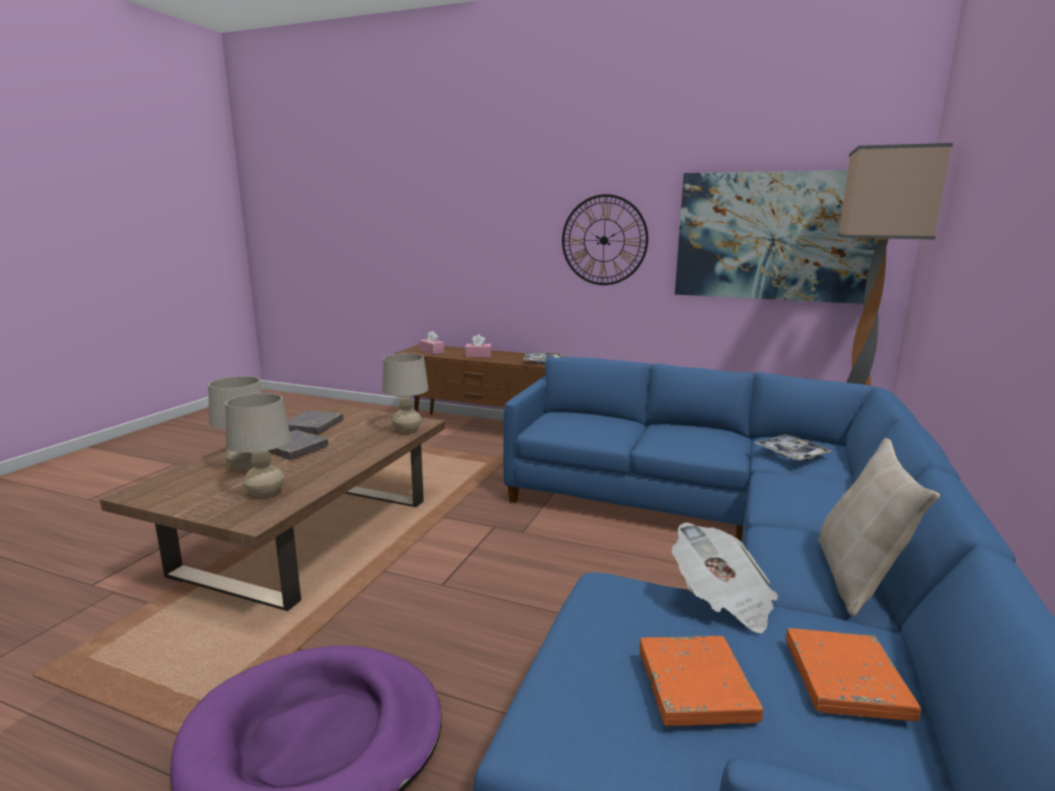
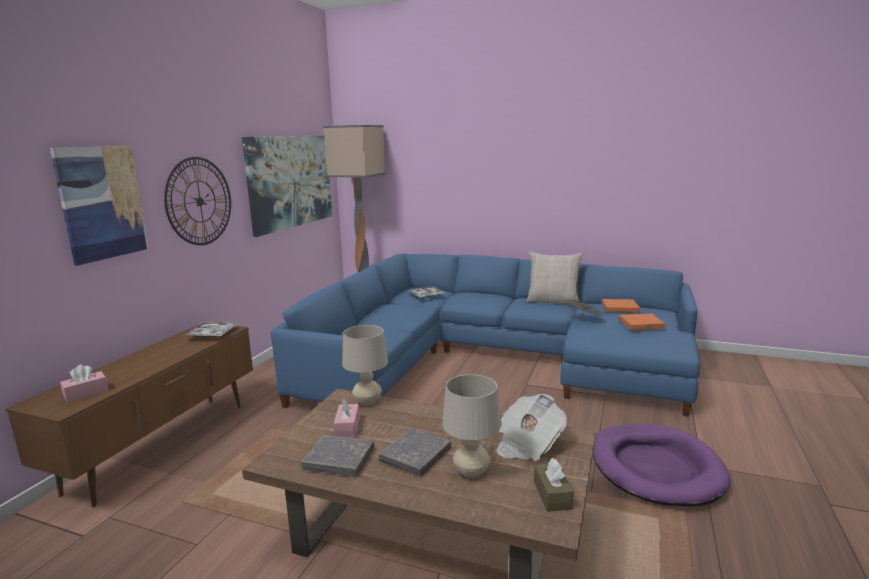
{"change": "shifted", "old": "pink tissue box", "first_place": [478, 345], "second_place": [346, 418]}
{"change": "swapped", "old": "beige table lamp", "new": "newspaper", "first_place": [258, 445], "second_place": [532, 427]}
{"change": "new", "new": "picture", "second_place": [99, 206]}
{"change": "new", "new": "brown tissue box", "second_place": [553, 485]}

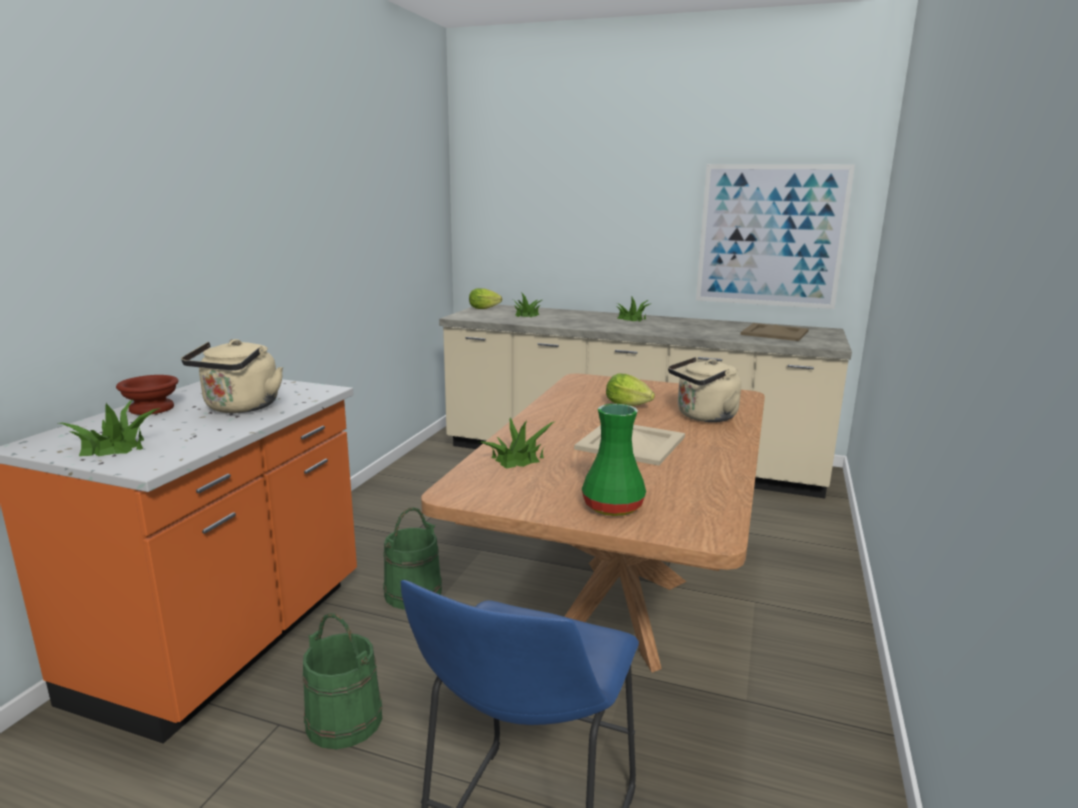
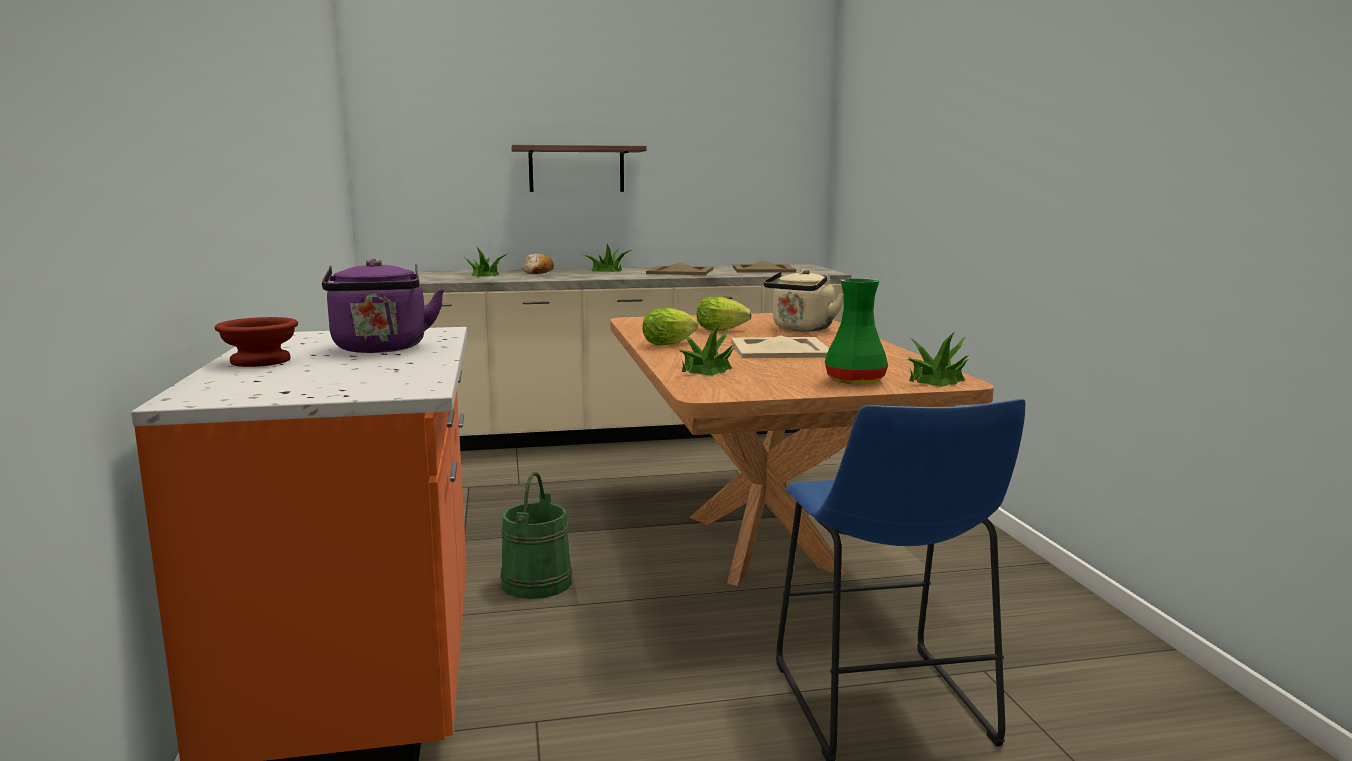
{"change": "gone", "old": "picture", "first_place": [775, 236]}
{"change": "shifted", "old": "lettuce", "first_place": [485, 298], "second_place": [670, 327]}
{"change": "repainted", "old": "beige kettle", "new": "purple kettle", "first_place": [232, 376], "second_place": [383, 306]}
{"change": "shifted", "old": "potted plant", "first_place": [109, 428], "second_place": [938, 360]}
{"change": "gone", "old": "green bucket", "first_place": [342, 681]}
{"change": "new", "new": "shelf", "second_place": [578, 168]}
{"change": "new", "new": "bread", "second_place": [537, 263]}
{"change": "new", "new": "beige tray", "second_place": [679, 268]}

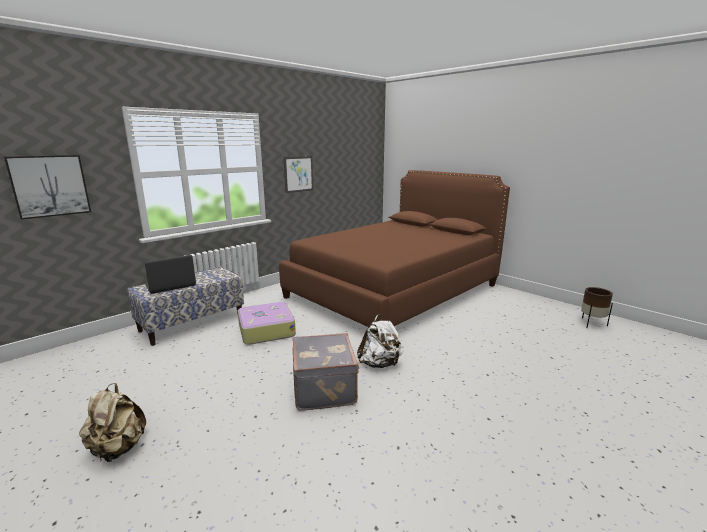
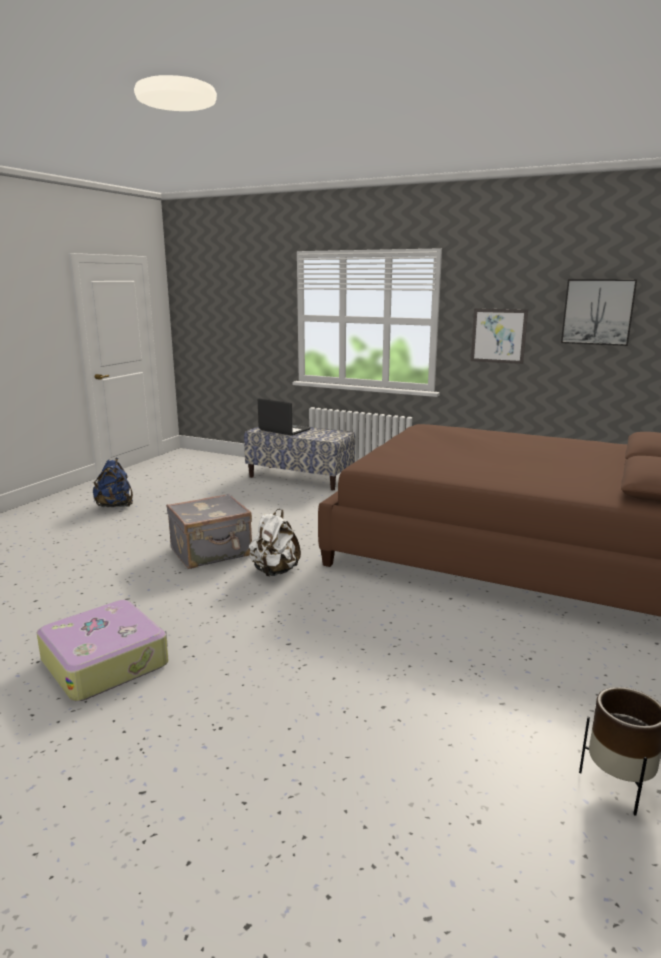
{"change": "shifted", "old": "picture", "first_place": [47, 187], "second_place": [599, 312]}
{"change": "shifted", "old": "suitcase", "first_place": [267, 323], "second_place": [102, 650]}
{"change": "repainted", "old": "beige backpack", "new": "blue backpack", "first_place": [112, 422], "second_place": [113, 482]}

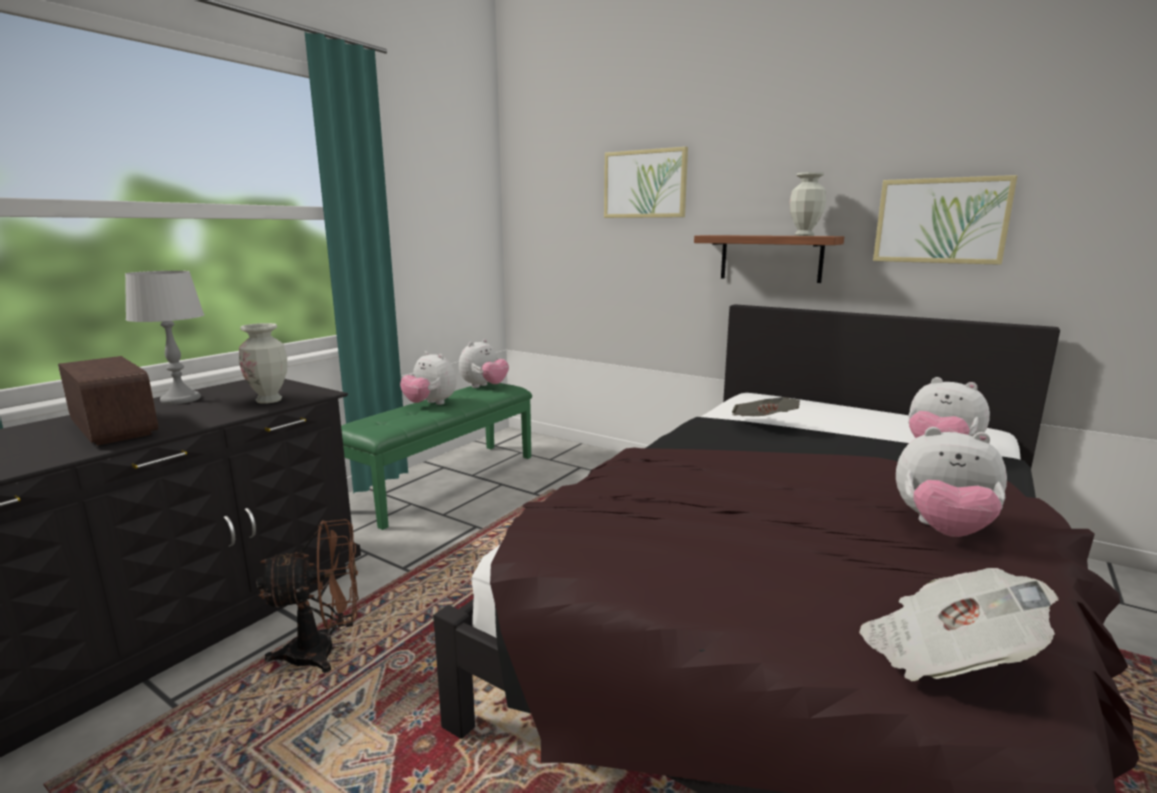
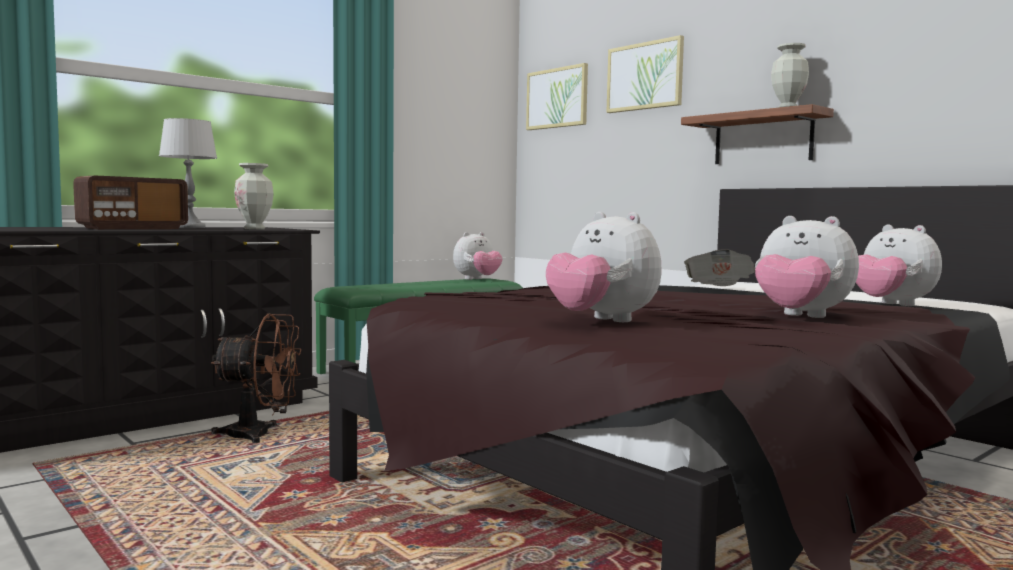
{"change": "shifted", "old": "picture", "first_place": [945, 220], "second_place": [557, 96]}
{"change": "shifted", "old": "plush toy", "first_place": [428, 378], "second_place": [603, 267]}
{"change": "rotated", "old": "radio", "first_place": [108, 401], "second_place": [130, 202], "degrees": 75}
{"change": "gone", "old": "newspaper", "first_place": [959, 624]}

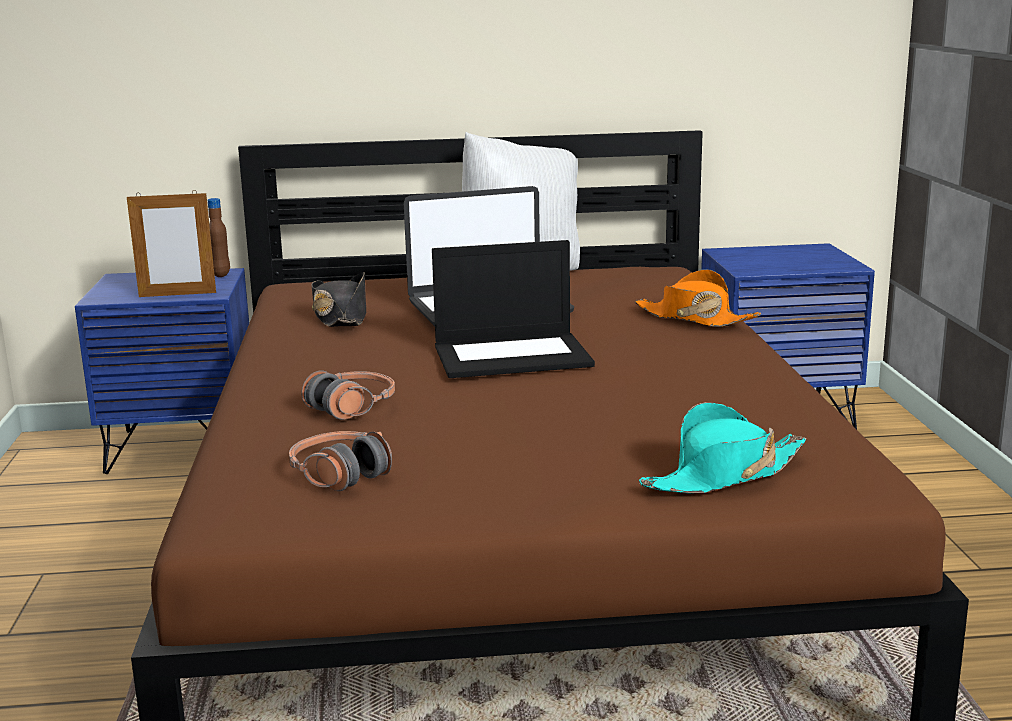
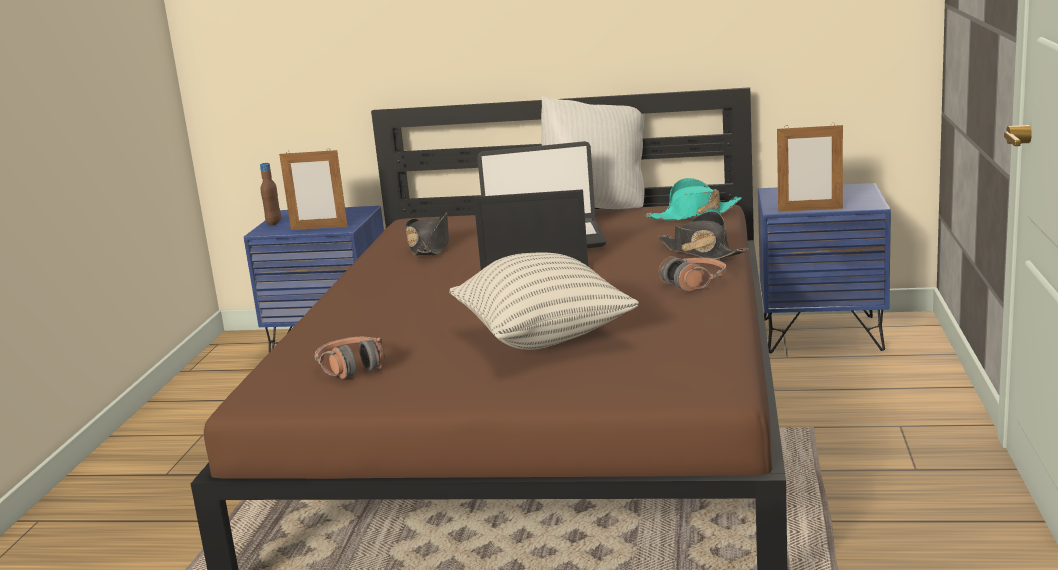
{"change": "shifted", "old": "brown bottle", "first_place": [218, 237], "second_place": [270, 194]}
{"change": "repainted", "old": "orange hat", "new": "black hat", "first_place": [698, 298], "second_place": [703, 235]}
{"change": "shifted", "old": "headphones", "first_place": [348, 395], "second_place": [692, 273]}
{"change": "shifted", "old": "turquoise hat", "first_place": [722, 448], "second_place": [694, 199]}
{"change": "new", "new": "picture frame", "second_place": [810, 167]}
{"change": "new", "new": "pillow", "second_place": [544, 301]}

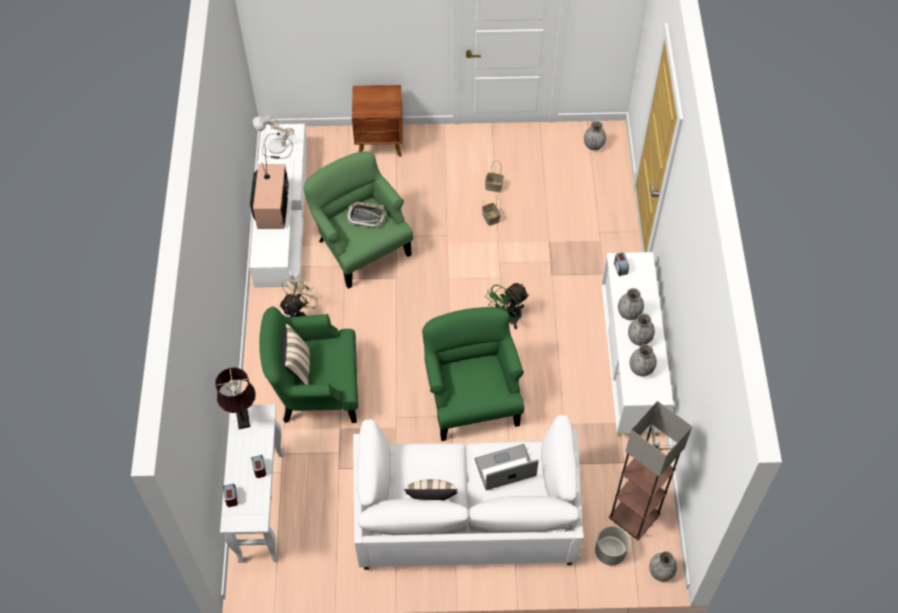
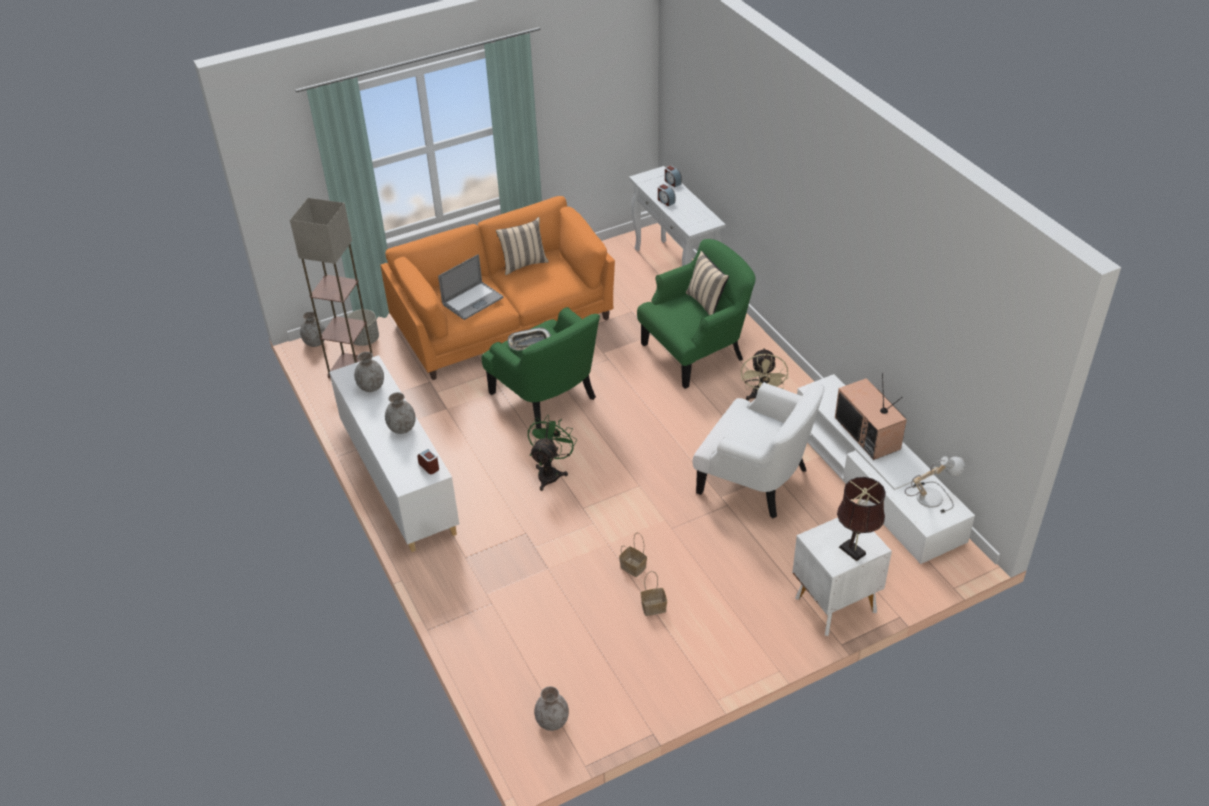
{"change": "repainted", "old": "brown nightstand", "new": "white nightstand", "first_place": [377, 121], "second_place": [842, 577]}
{"change": "repainted", "old": "green armchair", "new": "white armchair", "first_place": [358, 220], "second_place": [759, 450]}
{"change": "shifted", "old": "tray", "first_place": [366, 215], "second_place": [529, 339]}
{"change": "gone", "old": "grey vase", "first_place": [641, 330]}
{"change": "shifted", "old": "brown table lamp", "first_place": [235, 398], "second_place": [861, 519]}
{"change": "repainted", "old": "white sofa", "new": "orange sofa", "first_place": [468, 492], "second_place": [497, 288]}

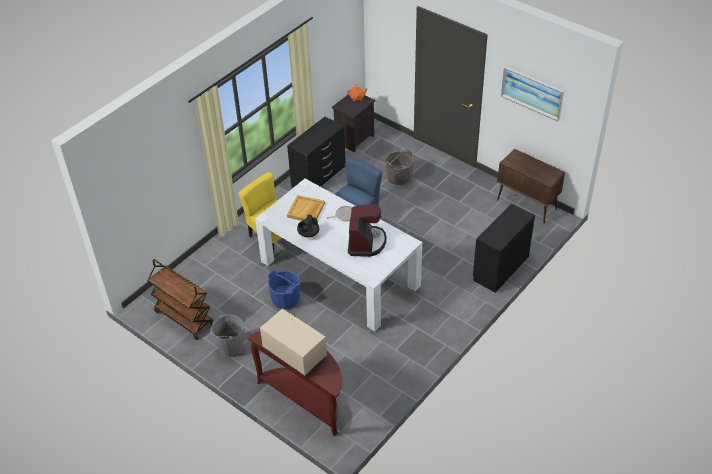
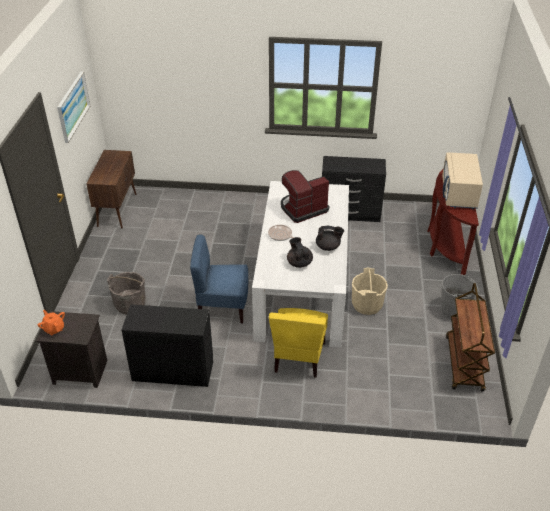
{"change": "swapped", "old": "beige tray", "new": "black teapot", "first_place": [306, 208], "second_place": [300, 252]}
{"change": "shifted", "old": "black dresser", "first_place": [504, 248], "second_place": [354, 189]}
{"change": "repainted", "old": "blue bucket", "new": "beige bucket", "first_place": [284, 289], "second_place": [370, 291]}

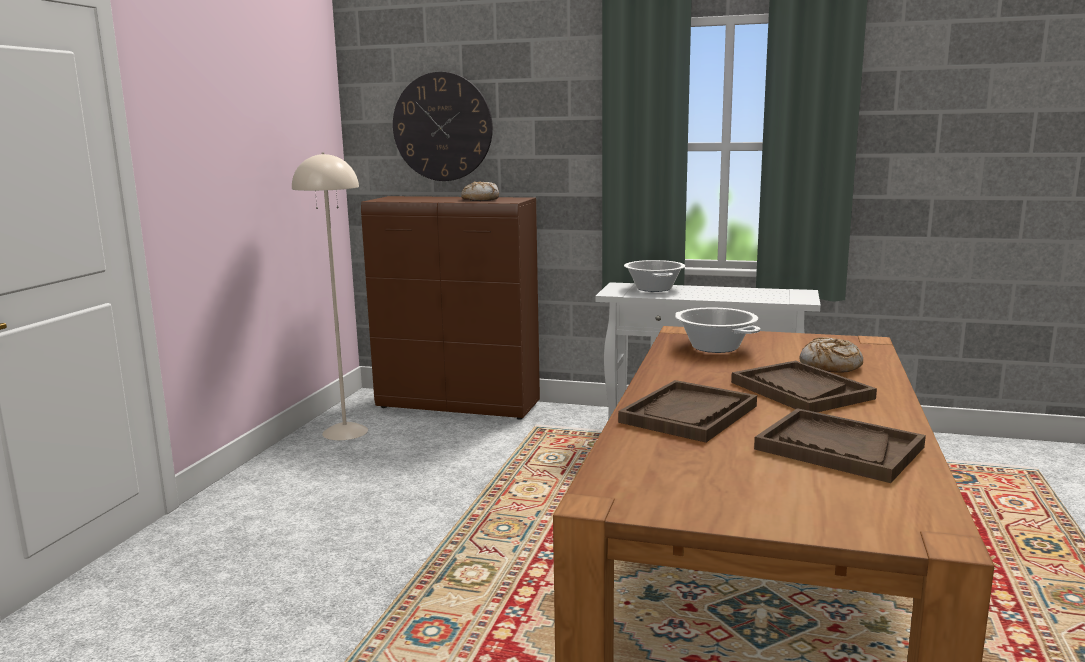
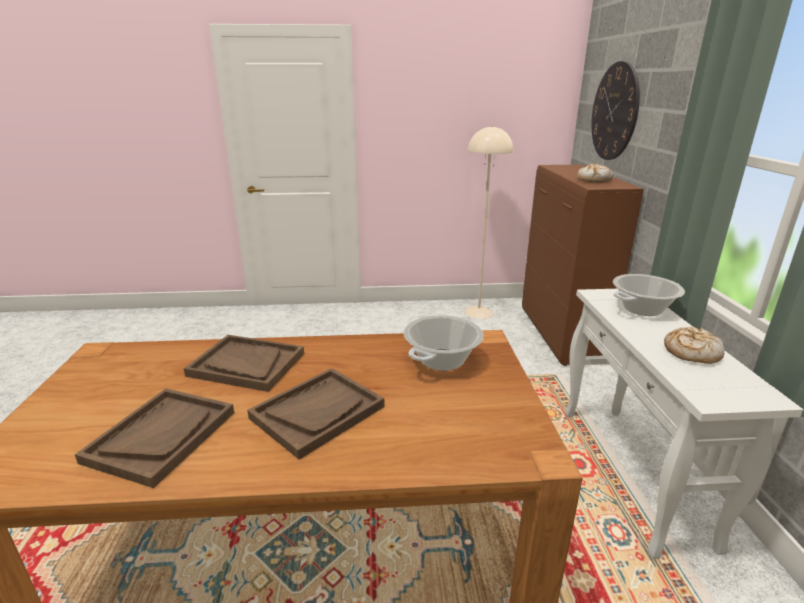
{"change": "shifted", "old": "bread", "first_place": [831, 355], "second_place": [694, 345]}

